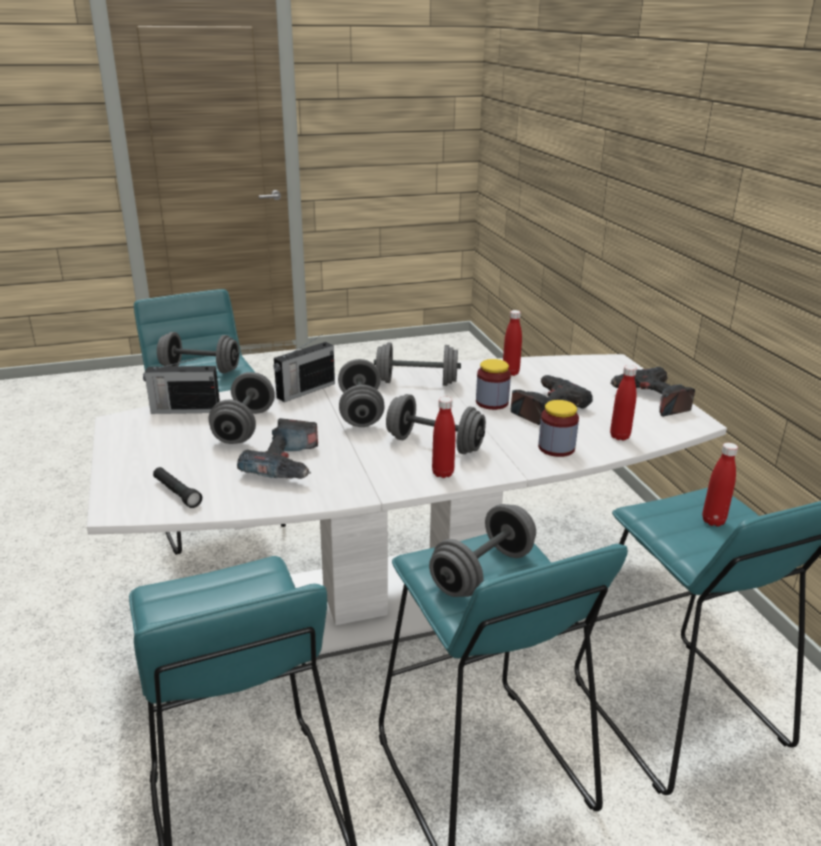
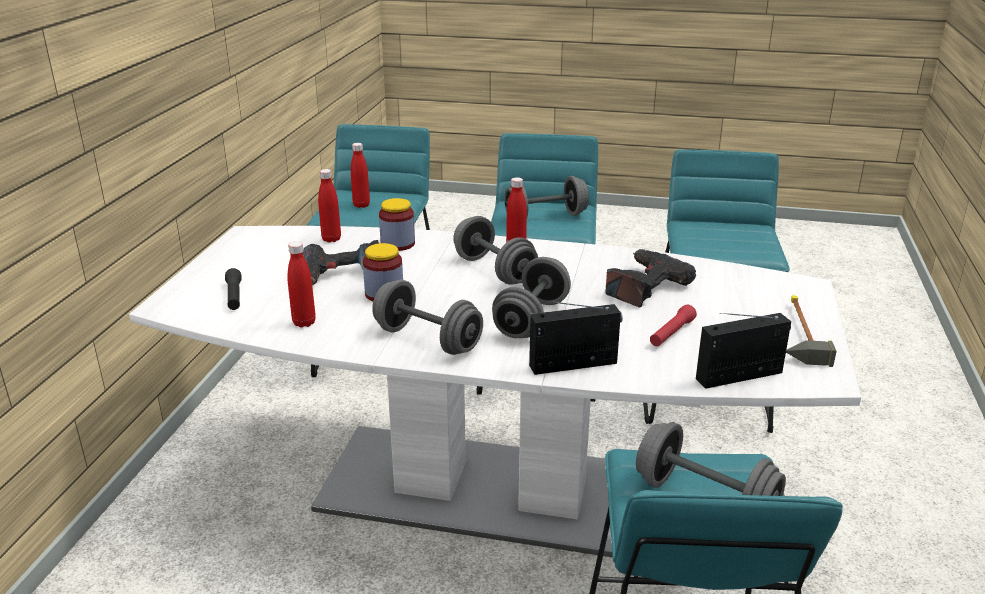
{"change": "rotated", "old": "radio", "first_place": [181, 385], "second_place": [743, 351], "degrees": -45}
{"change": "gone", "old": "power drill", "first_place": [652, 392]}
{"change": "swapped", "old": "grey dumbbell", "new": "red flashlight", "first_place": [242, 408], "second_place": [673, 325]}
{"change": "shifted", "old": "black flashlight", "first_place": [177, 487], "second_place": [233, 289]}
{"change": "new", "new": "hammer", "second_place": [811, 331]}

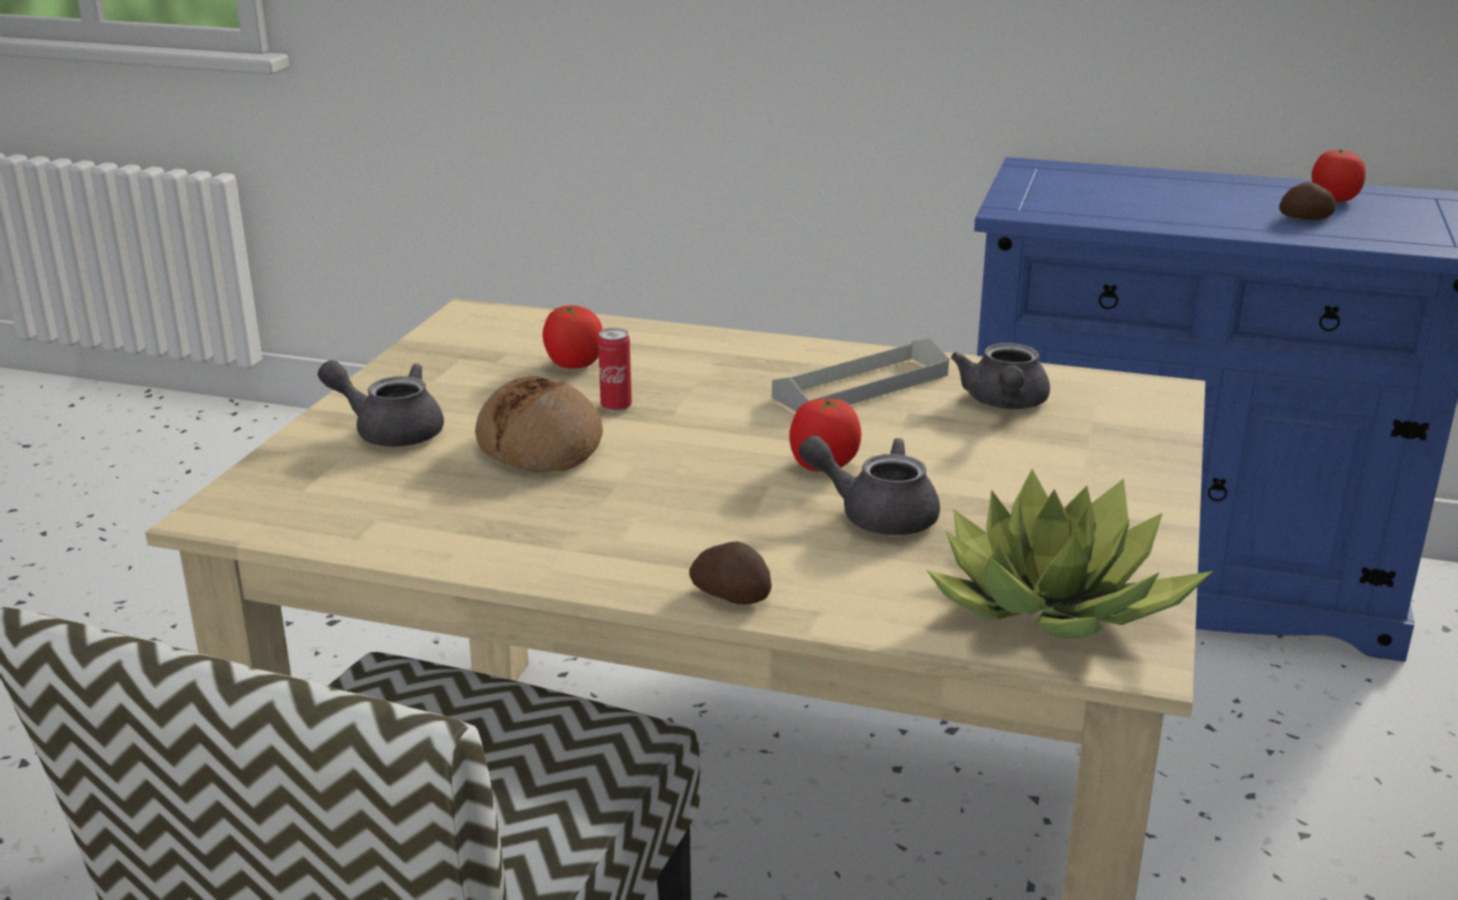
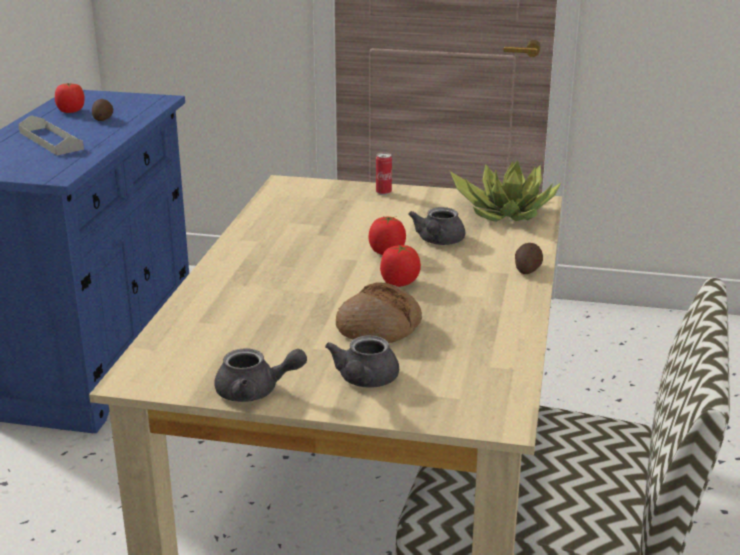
{"change": "shifted", "old": "tomato", "first_place": [572, 336], "second_place": [400, 265]}
{"change": "shifted", "old": "can", "first_place": [615, 370], "second_place": [384, 173]}
{"change": "shifted", "old": "grey tray", "first_place": [860, 375], "second_place": [51, 135]}
{"change": "shifted", "old": "grey teapot", "first_place": [1000, 376], "second_place": [260, 375]}

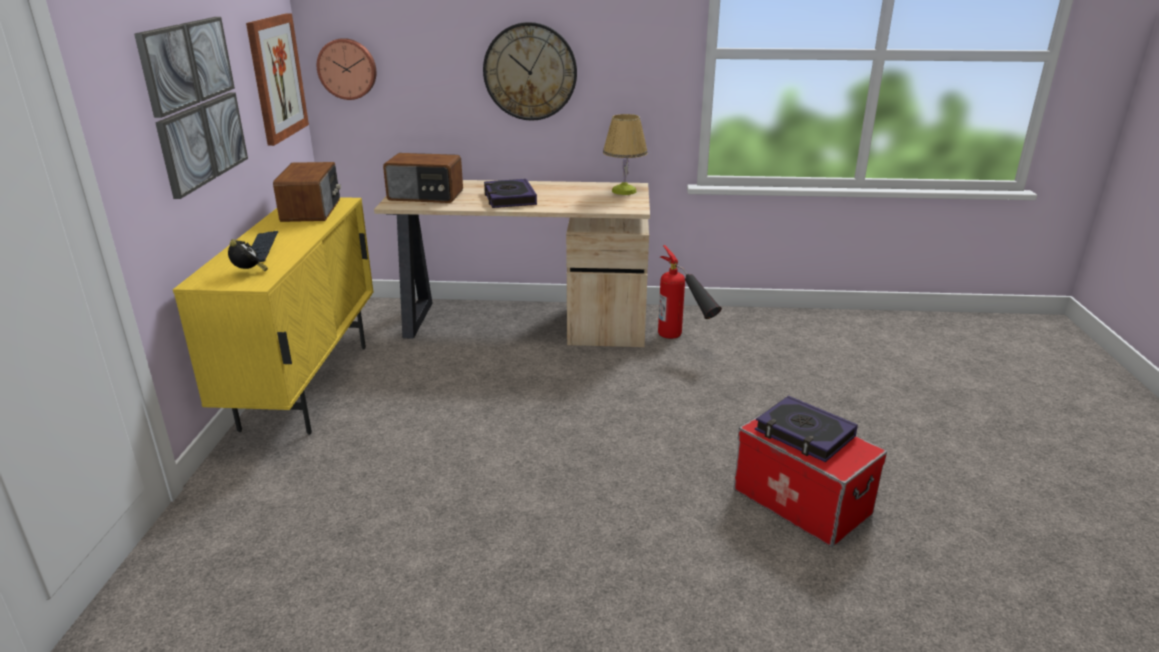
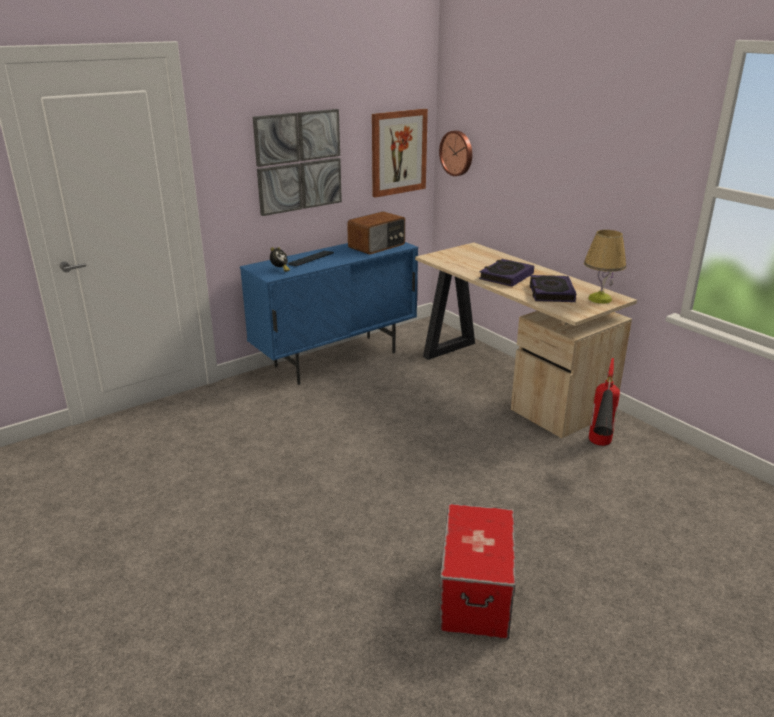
{"change": "gone", "old": "wall clock", "first_place": [530, 71]}
{"change": "gone", "old": "radio", "first_place": [423, 178]}
{"change": "repainted", "old": "yellow cabinet", "new": "blue cabinet", "first_place": [273, 316], "second_place": [329, 313]}
{"change": "shifted", "old": "book", "first_place": [806, 429], "second_place": [553, 288]}

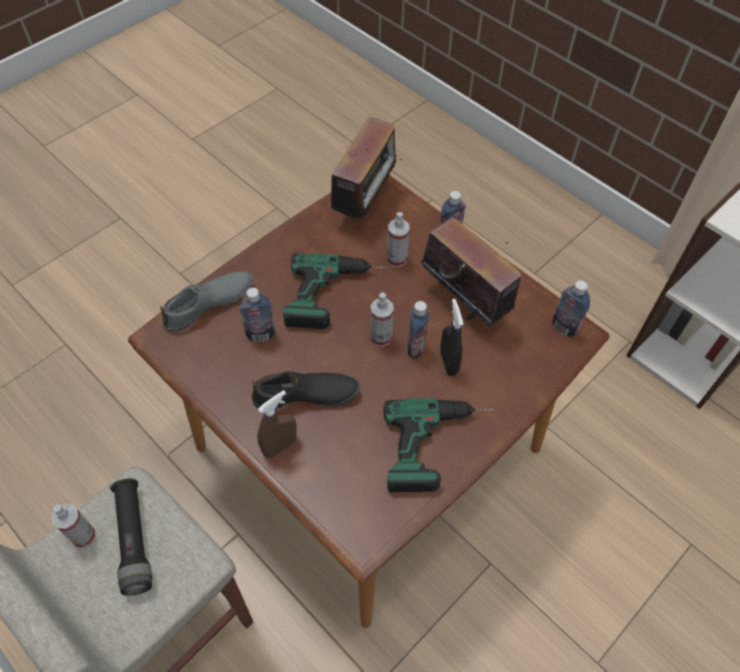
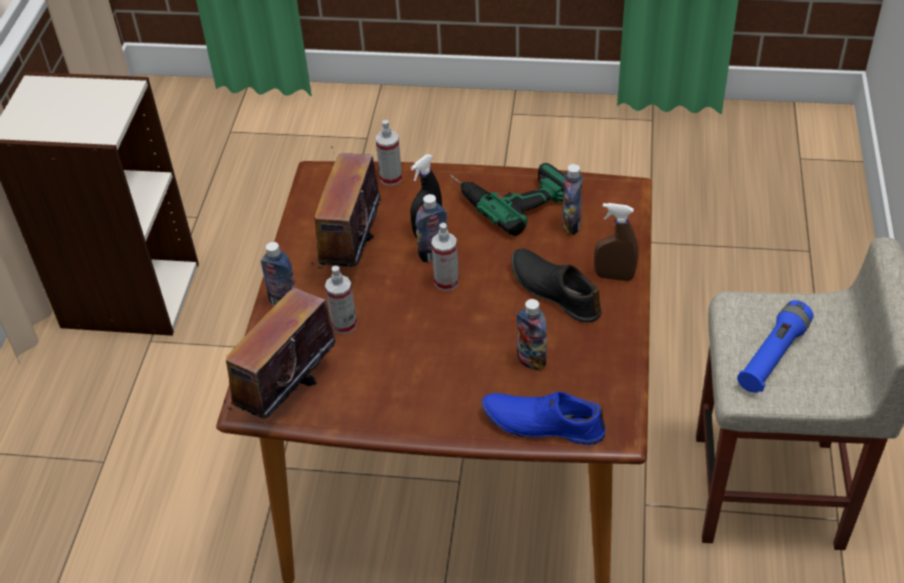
{"change": "rotated", "old": "radio", "first_place": [362, 171], "second_place": [281, 350], "degrees": -45}
{"change": "gone", "old": "power drill", "first_place": [336, 291]}
{"change": "repainted", "old": "grey shoe", "new": "blue shoe", "first_place": [206, 302], "second_place": [544, 418]}
{"change": "shifted", "old": "bottle", "first_place": [571, 308], "second_place": [572, 199]}
{"change": "repainted", "old": "black flashlight", "new": "blue flashlight", "first_place": [131, 537], "second_place": [775, 346]}
{"change": "shifted", "old": "spray bottle", "first_place": [73, 526], "second_place": [389, 153]}

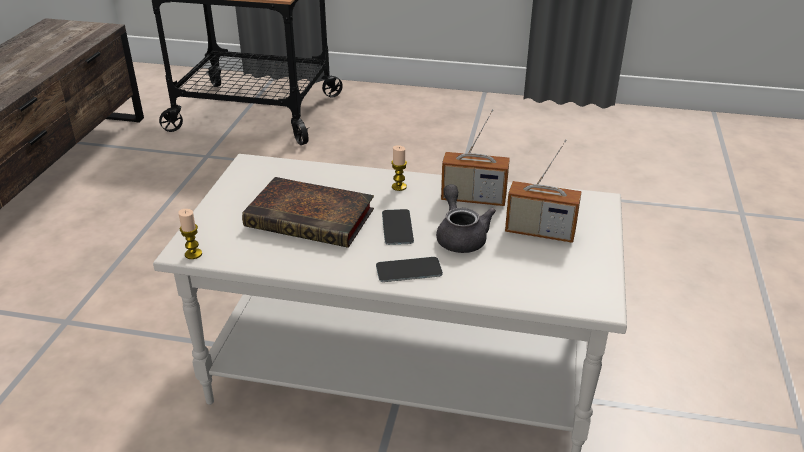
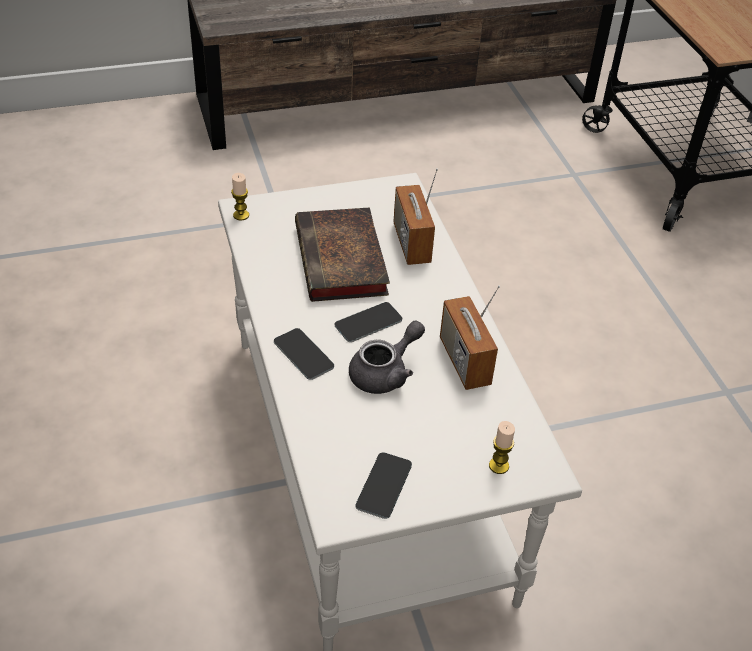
{"change": "shifted", "old": "radio", "first_place": [543, 191], "second_place": [415, 216]}
{"change": "shifted", "old": "candle", "first_place": [399, 168], "second_place": [502, 447]}
{"change": "new", "new": "phone", "second_place": [384, 485]}

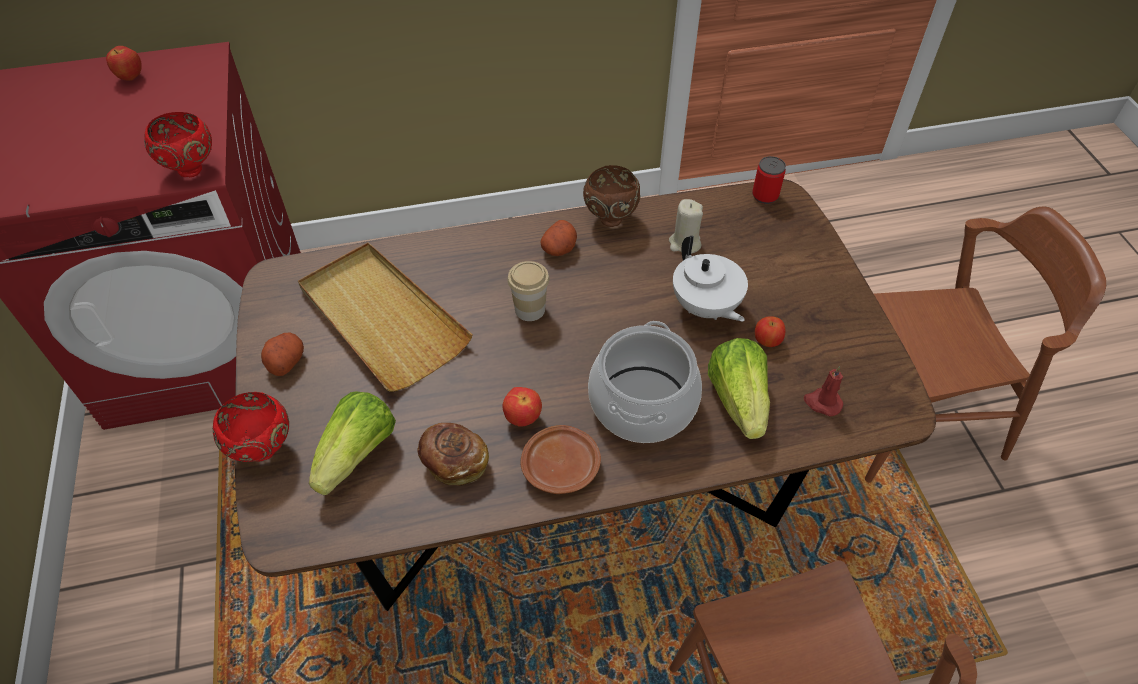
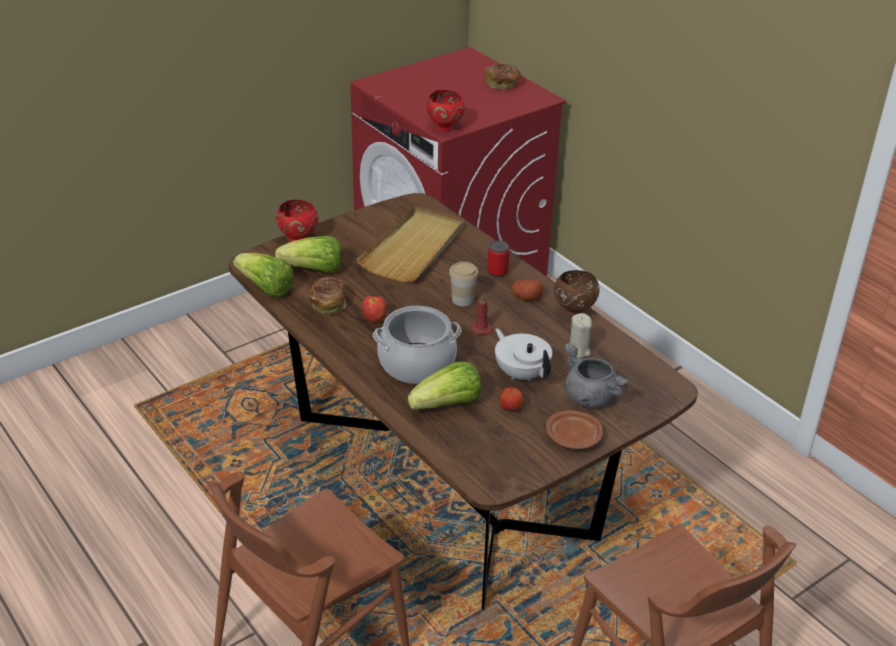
{"change": "swapped", "old": "apple", "new": "bread", "first_place": [124, 63], "second_place": [503, 76]}
{"change": "shifted", "old": "can", "first_place": [769, 180], "second_place": [498, 259]}
{"change": "rotated", "old": "white teapot", "first_place": [710, 279], "second_place": [523, 354], "degrees": 105}
{"change": "gone", "old": "potato", "first_place": [282, 354]}
{"change": "shifted", "old": "red candle", "first_place": [823, 391], "second_place": [481, 315]}
{"change": "shifted", "old": "brown plate", "first_place": [561, 459], "second_place": [574, 429]}
{"change": "new", "new": "lettuce", "second_place": [263, 275]}
{"change": "new", "new": "grey cooking pot", "second_place": [596, 376]}

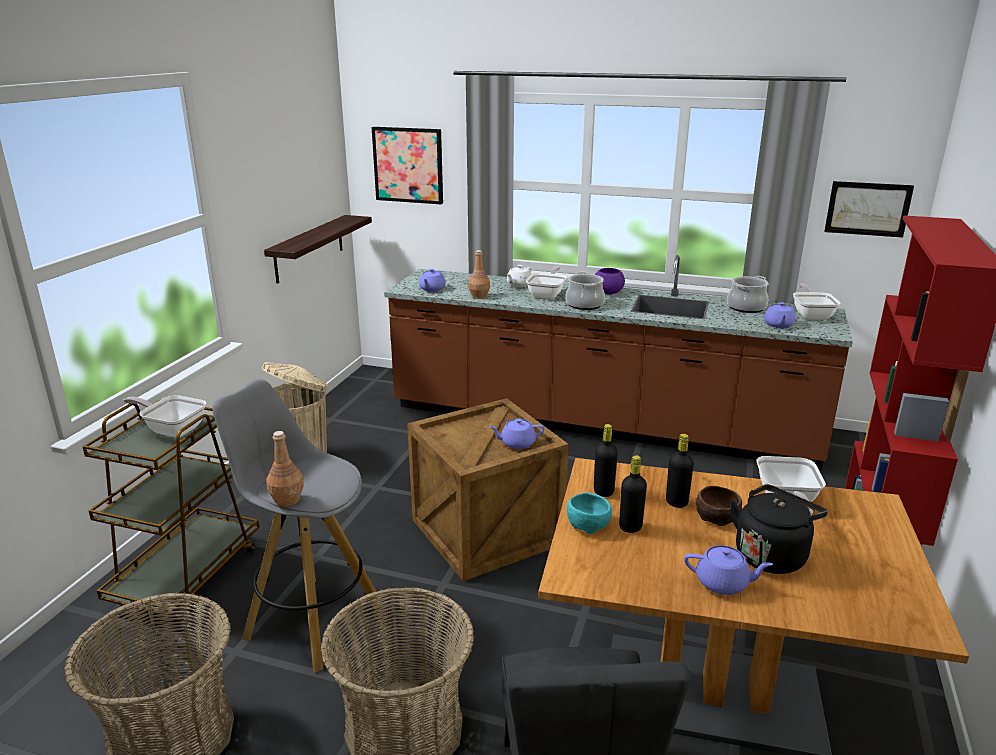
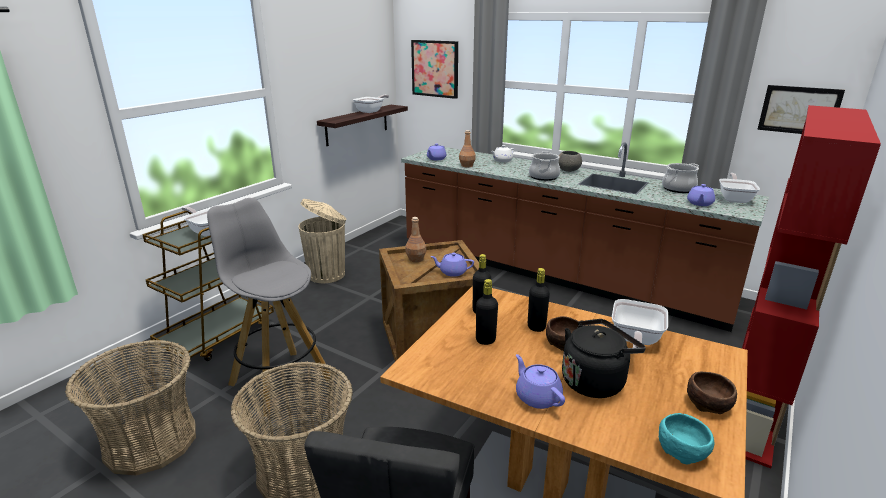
{"change": "shifted", "old": "frying pan", "first_place": [546, 283], "second_place": [371, 104]}
{"change": "repainted", "old": "purple bowl", "new": "grey bowl", "first_place": [610, 281], "second_place": [570, 161]}
{"change": "shifted", "old": "brown bottle", "first_place": [285, 469], "second_place": [415, 239]}
{"change": "shifted", "old": "turquoise bowl", "first_place": [589, 513], "second_place": [686, 438]}
{"change": "rotated", "old": "purple teapot", "first_place": [728, 570], "second_place": [540, 381], "degrees": -150}
{"change": "new", "new": "brown bowl", "second_place": [712, 393]}

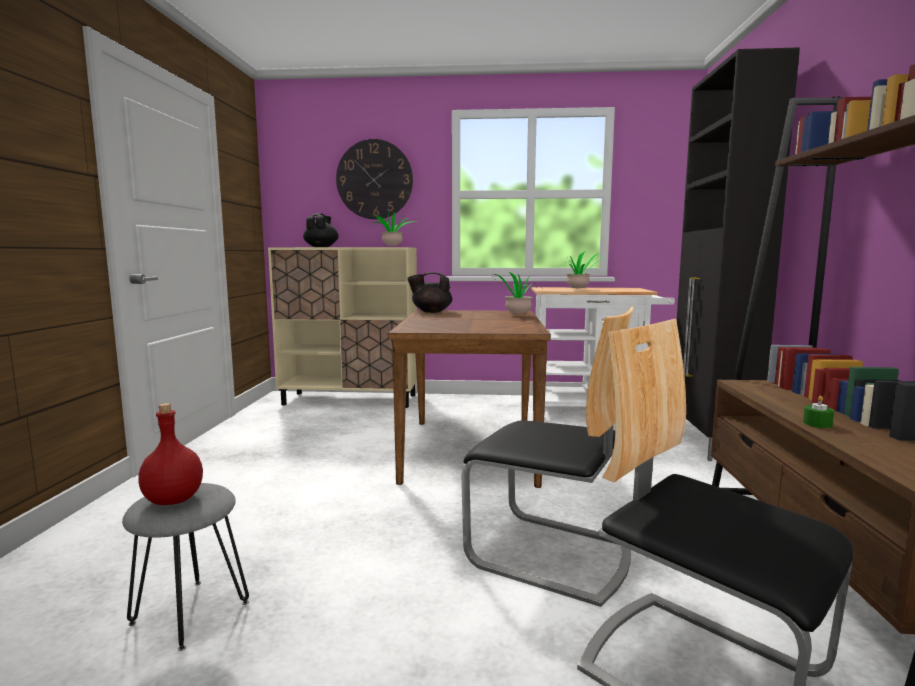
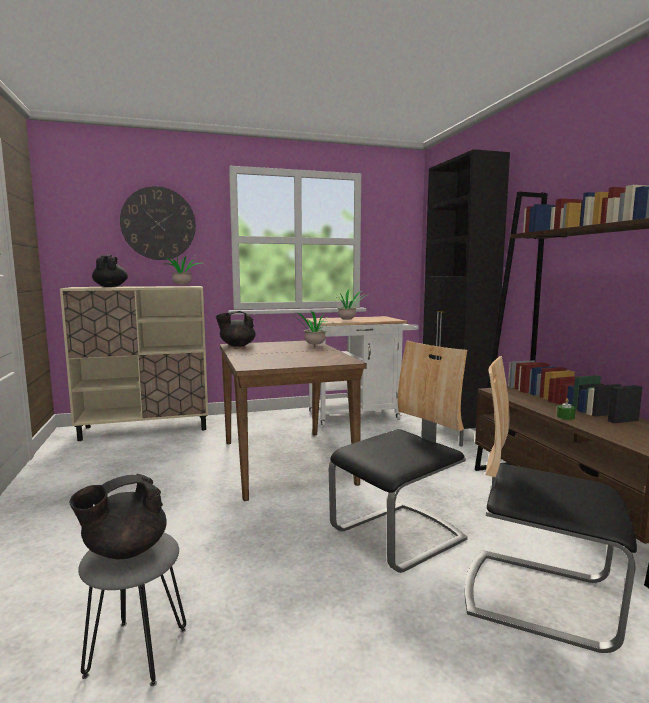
{"change": "rotated", "old": "chair", "first_place": [547, 456], "second_place": [398, 456], "degrees": -45}
{"change": "swapped", "old": "red bottle", "new": "black teapot", "first_place": [170, 454], "second_place": [117, 516]}

